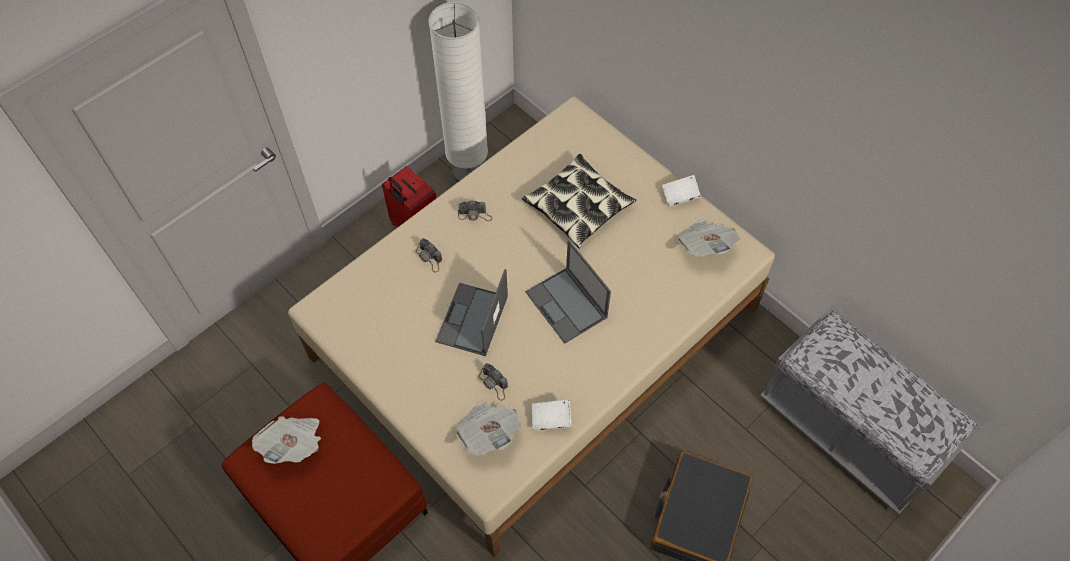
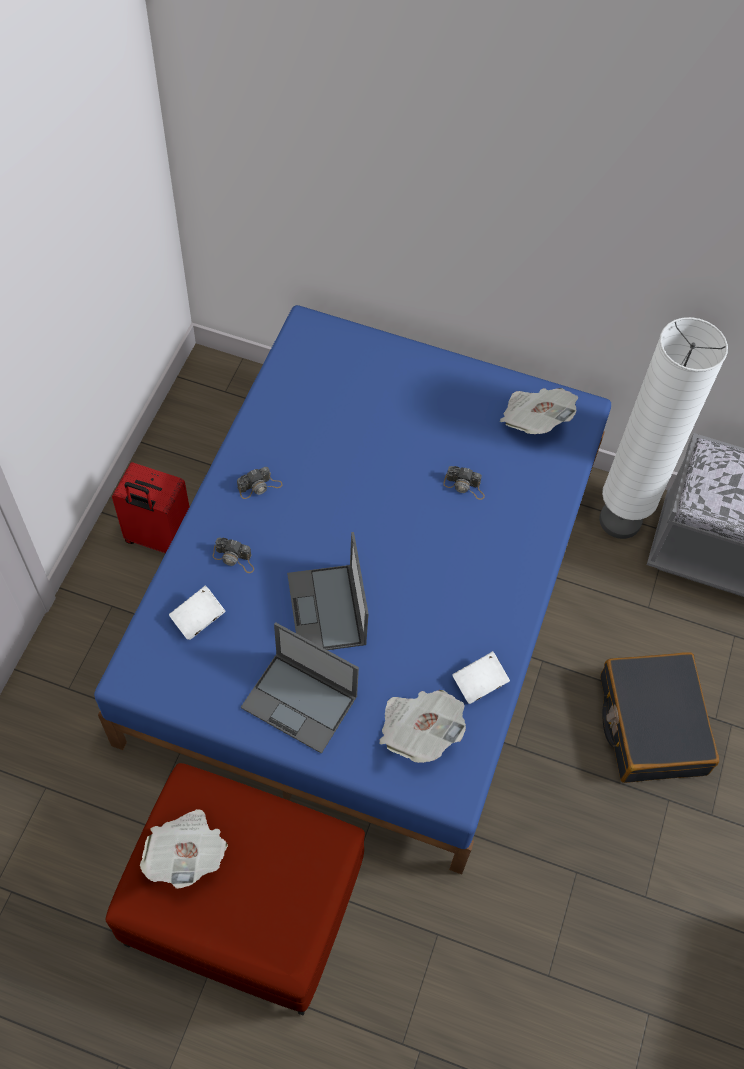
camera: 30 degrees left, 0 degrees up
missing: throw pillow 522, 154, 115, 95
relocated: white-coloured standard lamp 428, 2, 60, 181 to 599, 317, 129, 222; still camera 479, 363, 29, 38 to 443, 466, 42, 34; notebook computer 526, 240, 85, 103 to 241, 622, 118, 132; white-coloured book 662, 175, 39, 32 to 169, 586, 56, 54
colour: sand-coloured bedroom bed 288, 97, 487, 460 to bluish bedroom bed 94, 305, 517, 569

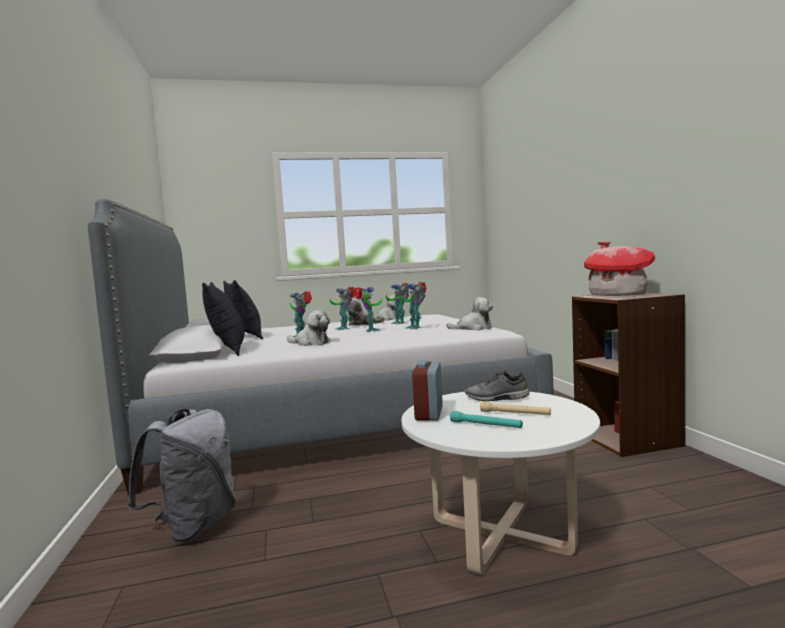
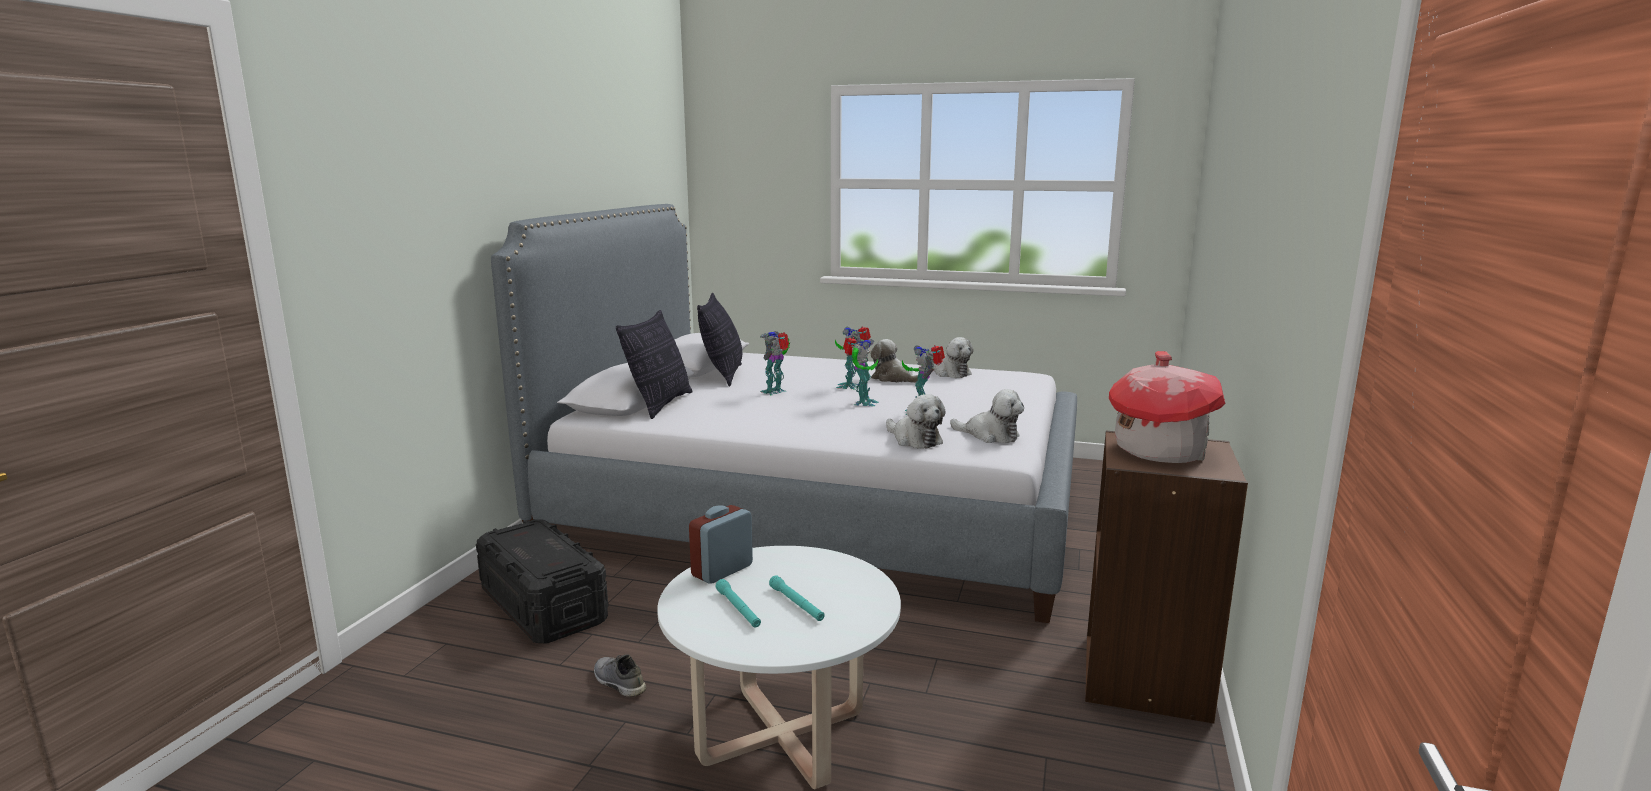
camera: 30 degrees right, 10 degrees up
missing: toy robot 386, 283, 23, 41
relocated: soft toy 287, 310, 44, 36 to 886, 394, 60, 55; gray low shoe 465, 369, 64, 32 to 594, 654, 52, 43
exchanged: gray knapsack 127, 409, 109, 134 to black-coloured storage container 476, 519, 132, 125
colour: sand-coloured hand torch 480, 401, 71, 14 to blue-green hand torch 769, 575, 56, 46

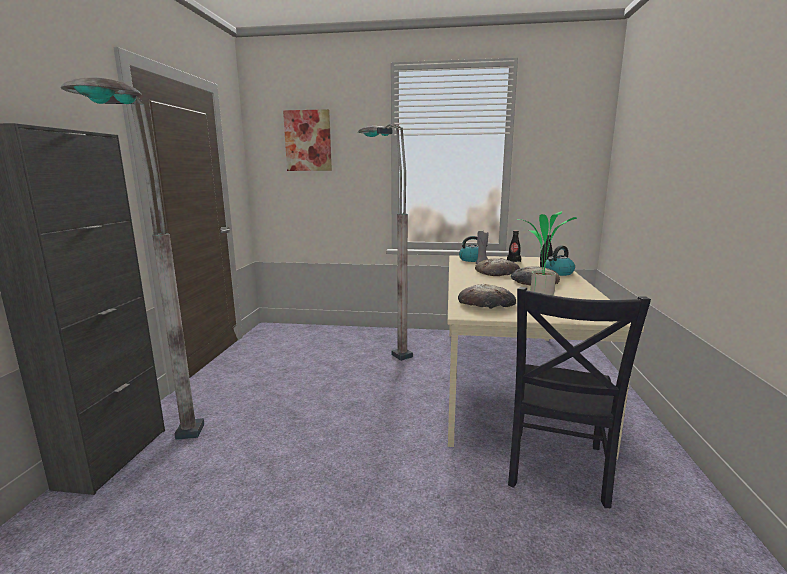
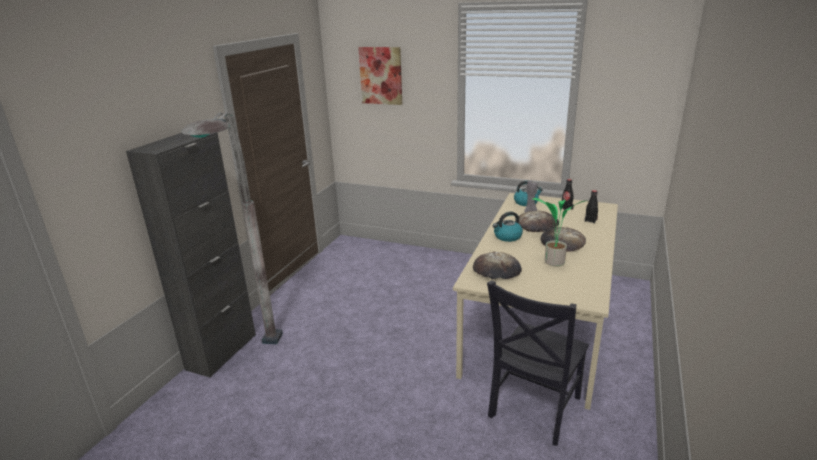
camera: 15 degrees right, 10 degrees up
missing: gray standard lamp 358, 124, 55, 237
relocated: kettle 545, 245, 30, 31 to 493, 212, 30, 30

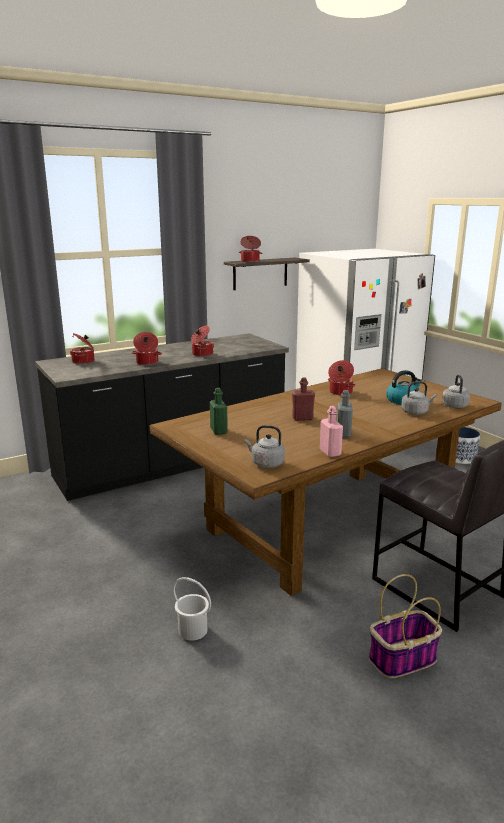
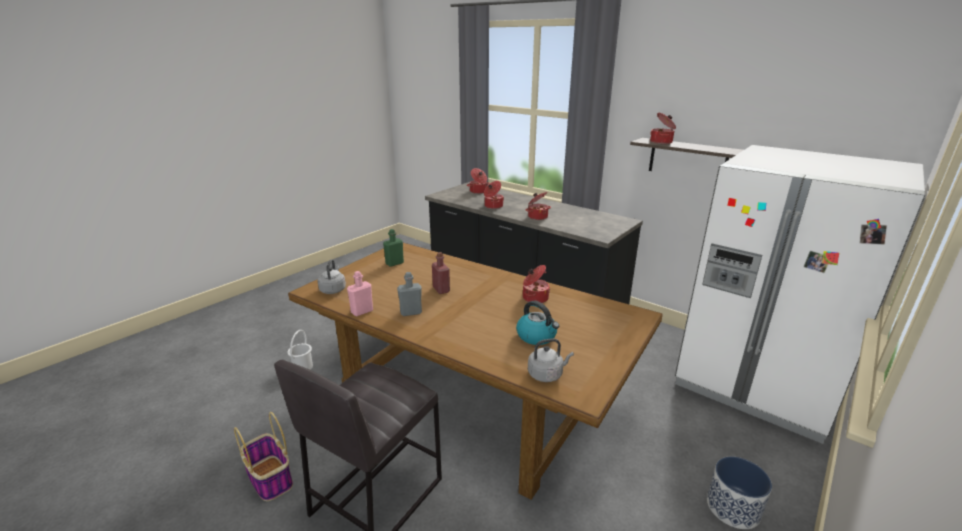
camera: 70 degrees right, 5 degrees up
missing: gray kettle 401, 381, 36, 34

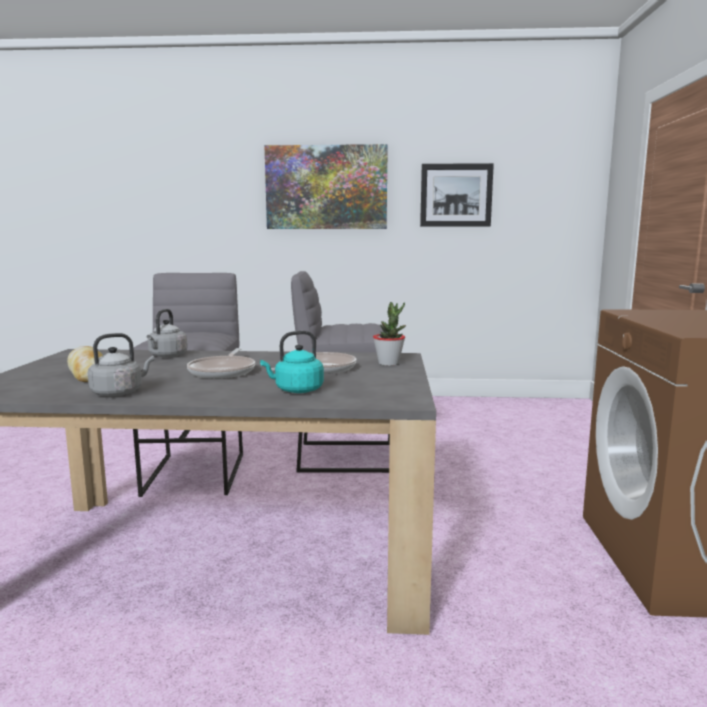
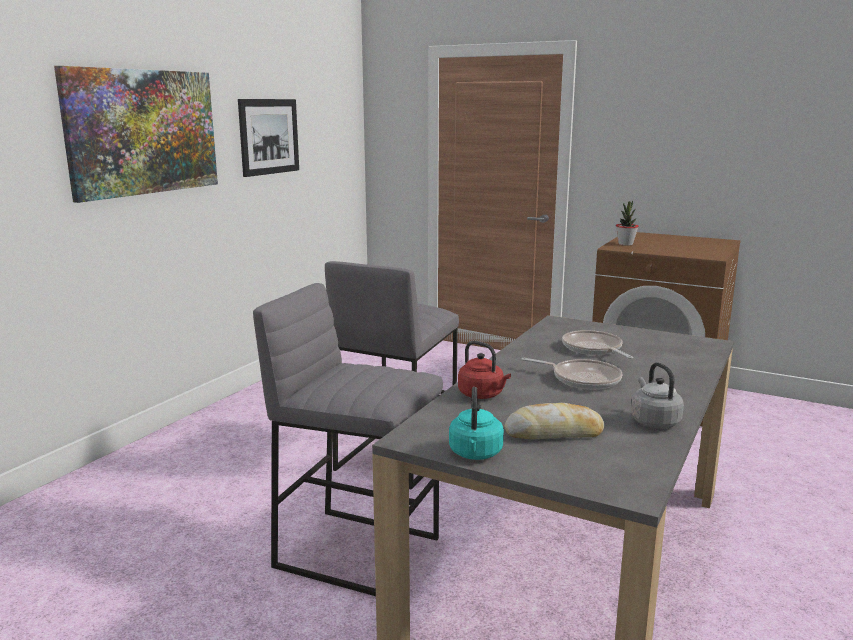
camera: 65 degrees left, 5 degrees up
relocated: blue-green kettle 260, 331, 64, 62 to 449, 387, 55, 73; houseplant 373, 302, 33, 64 to 616, 200, 23, 46
colour: gray kettle 147, 309, 40, 48 to reddish kettle 458, 341, 53, 58

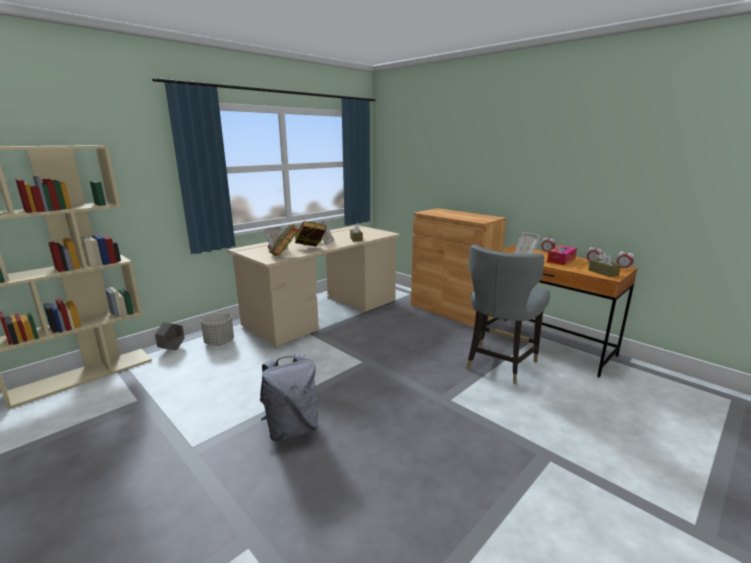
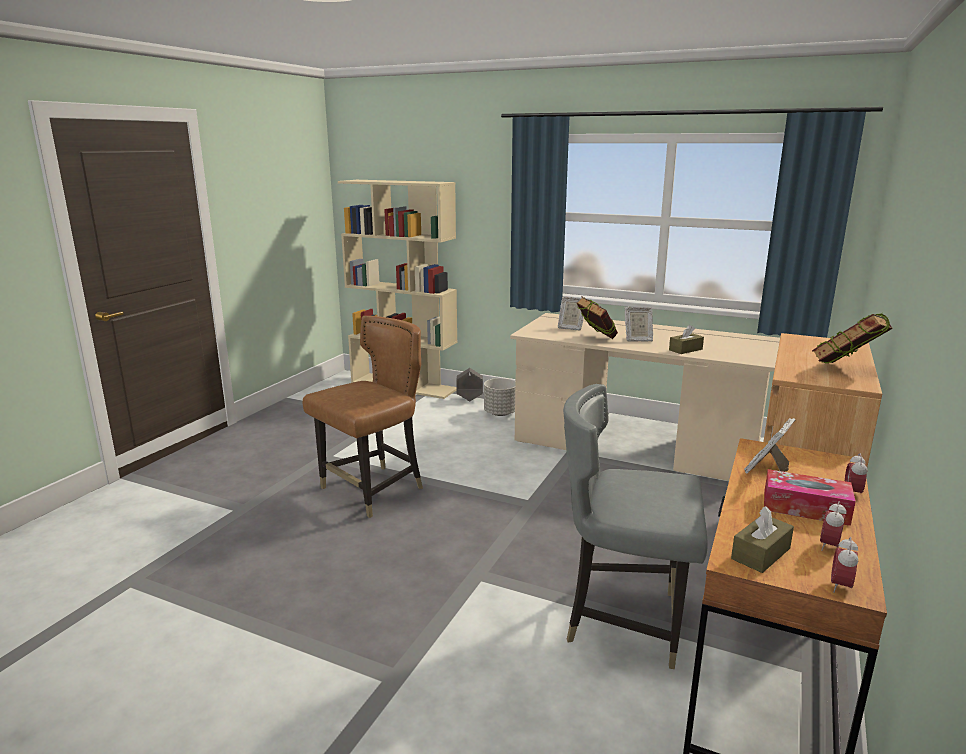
camera: 70 degrees right, 0 degrees up
relocated: book 269, 224, 30, 32 to 812, 313, 81, 50
exchanged: gray knapsack 260, 353, 58, 88 to brownish plain chair 303, 316, 120, 202

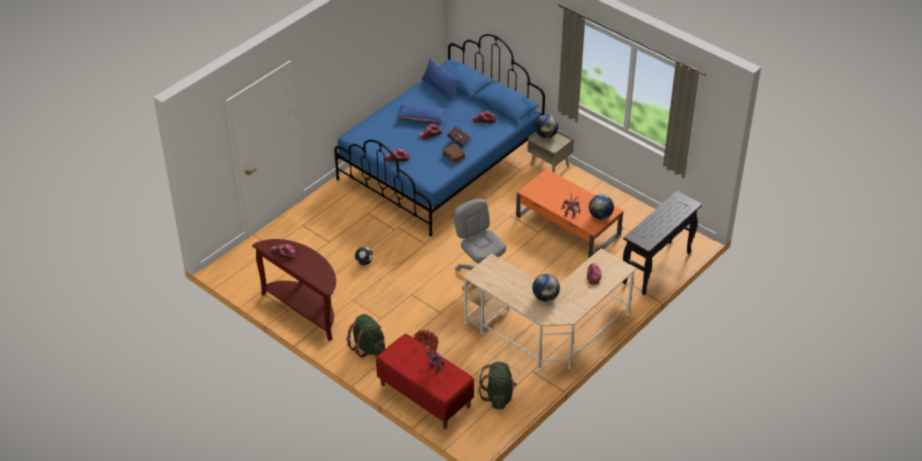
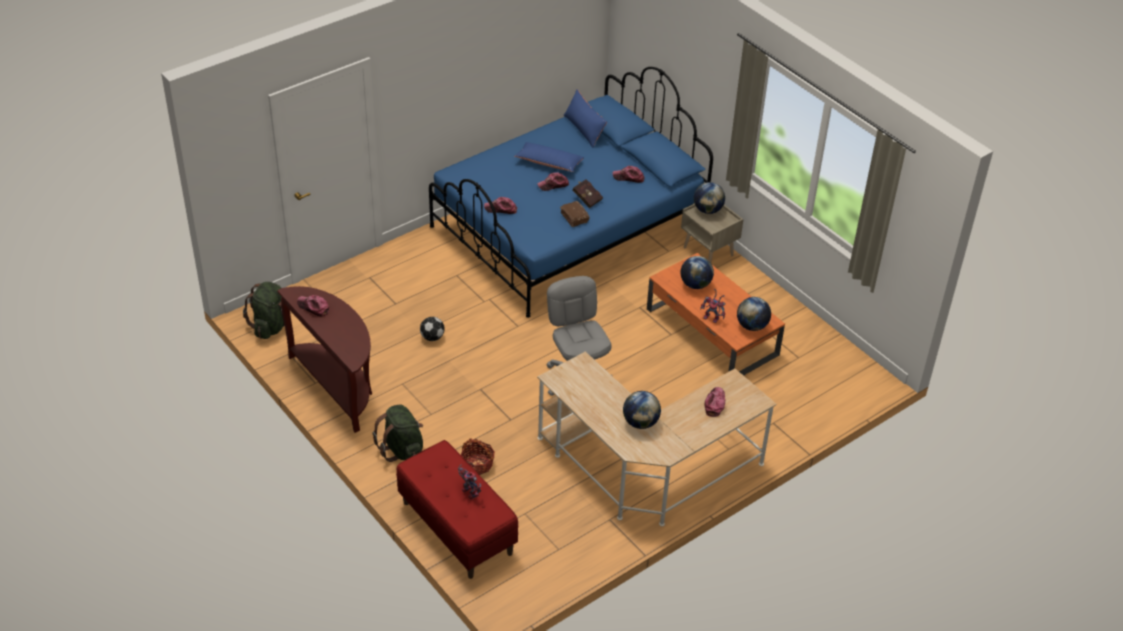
camera: 10 degrees right, 0 degrees up
missing: black-coloured hall table 622, 191, 80, 104
appeared: desk globe 681, 256, 33, 33
relocated: green knapsack 478, 362, 39, 47 to 243, 282, 41, 57

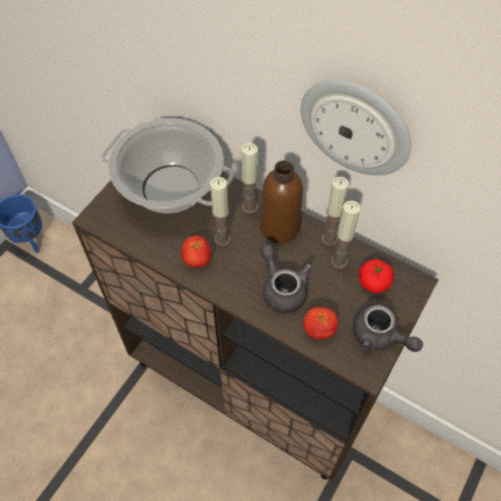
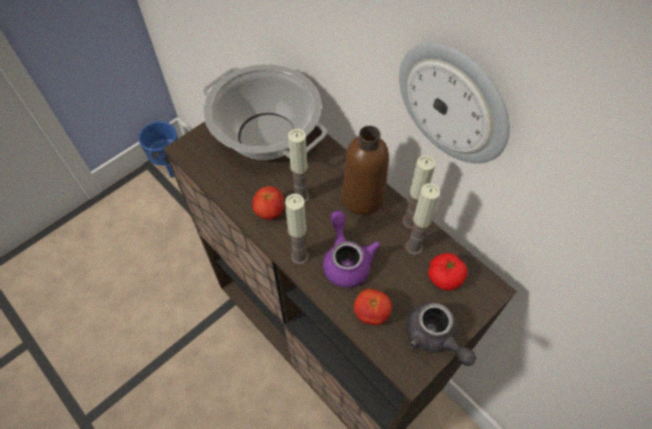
camera: 15 degrees right, 0 degrees up
relocated: wax candle 241, 143, 17, 71 to 285, 194, 24, 71
colour: gray tea pot 260, 244, 52, 69 to purplish tea pot 323, 211, 57, 77

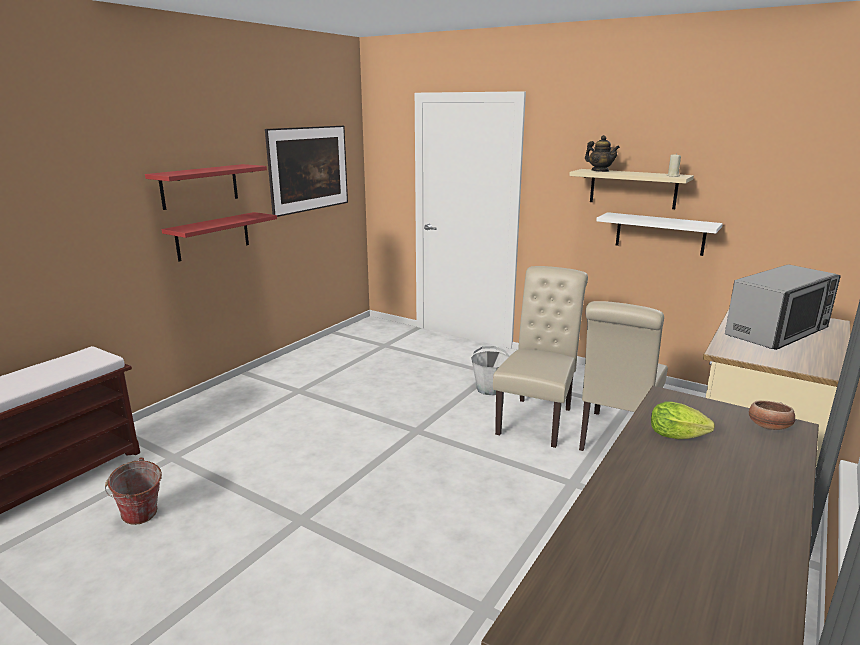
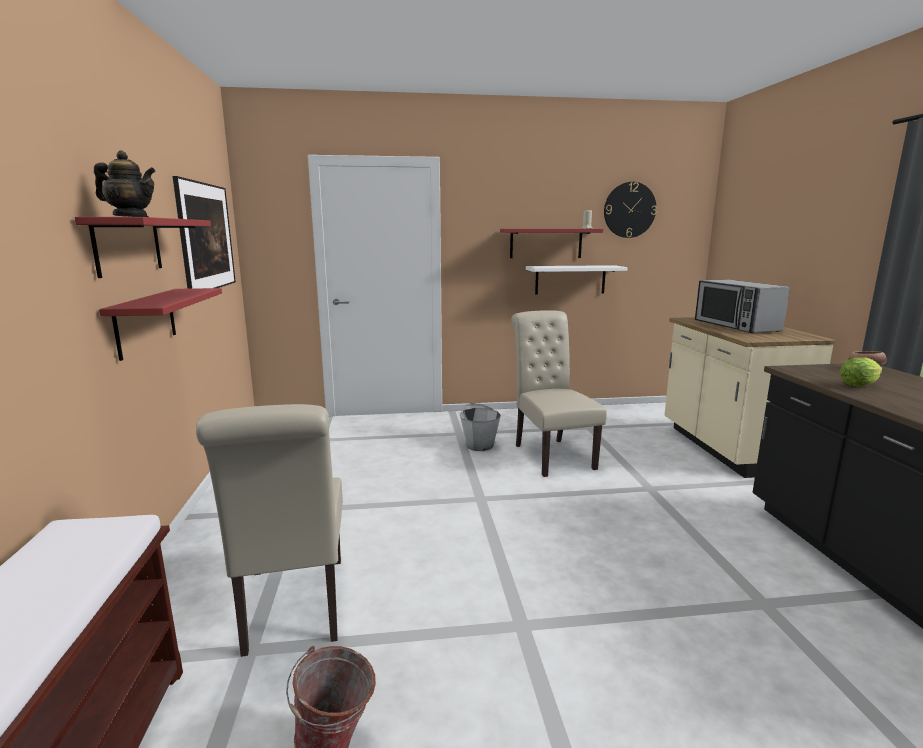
camera: 40 degrees left, 5 degrees down
appeared: hanging clock 604, 182, 53, 56
relocated: sand-coloured plain chair 579, 301, 89, 150 to 196, 404, 147, 253; tea pot 585, 135, 35, 37 to 94, 151, 62, 66
colour: sand-coloured wall shelf 569, 169, 125, 40 to reddish wall shelf 500, 229, 103, 29
spun: microwave 725, 264, 116, 86 = 695, 280, 95, 53 150 degrees clockwise

